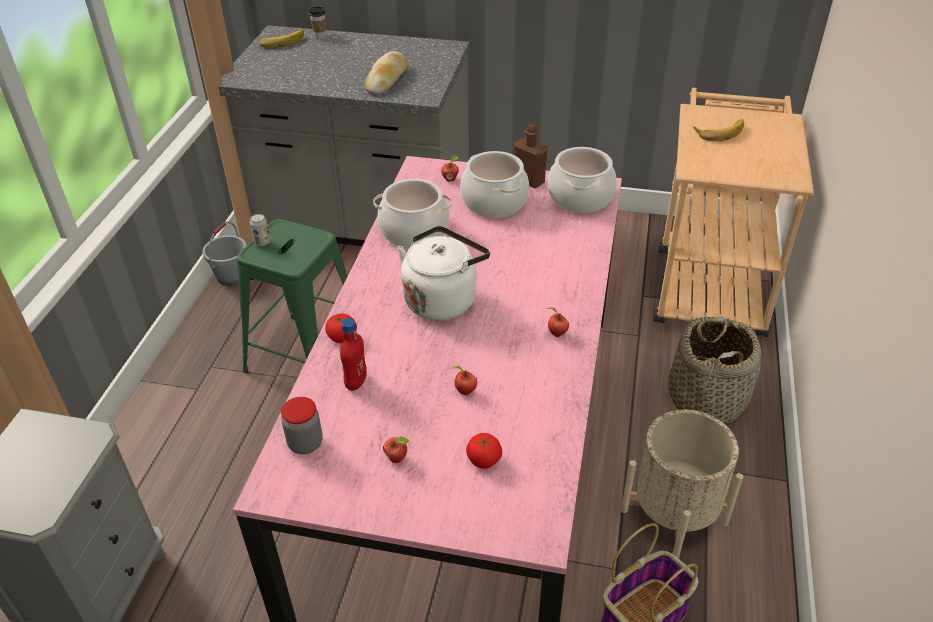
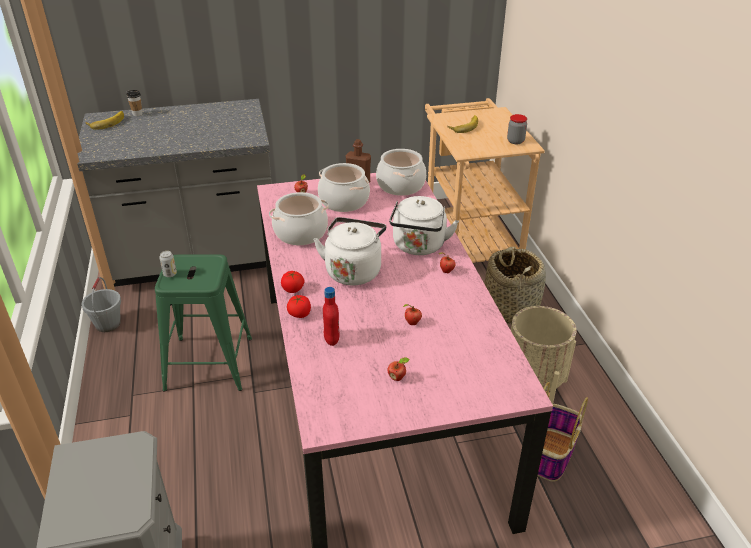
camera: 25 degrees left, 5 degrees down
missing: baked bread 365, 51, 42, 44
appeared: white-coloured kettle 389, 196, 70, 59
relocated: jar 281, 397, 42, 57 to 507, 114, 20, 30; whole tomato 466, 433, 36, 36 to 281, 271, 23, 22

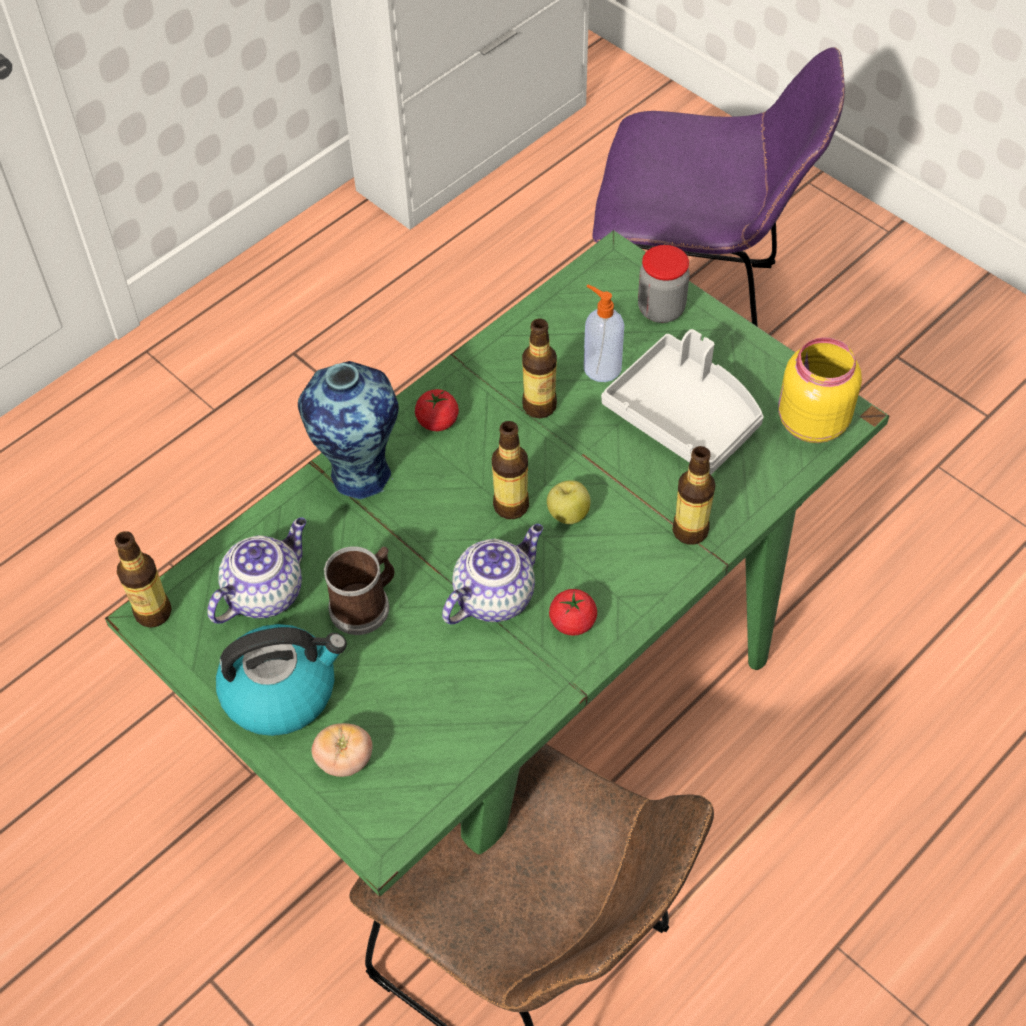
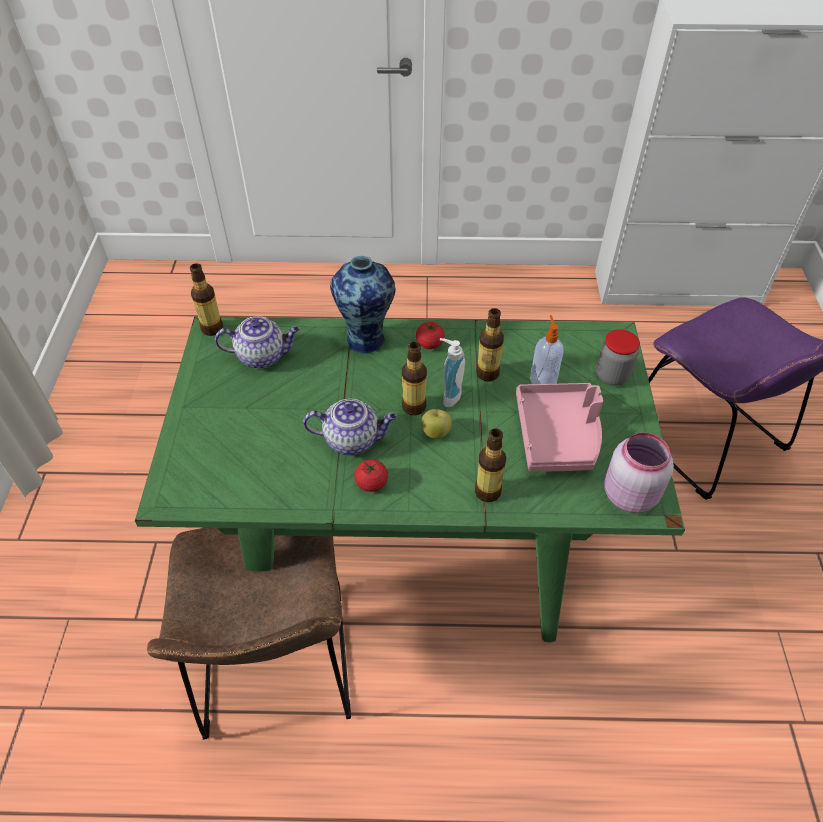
camera: 45 degrees right, 5 degrees down
missing: kettle 216, 624, 131, 112; whole tomato 312, 723, 61, 54; mug 324, 546, 71, 89
appeared: soap dispenser 440, 338, 25, 69
colour: gray serving tray 601, 329, 163, 146 to pink serving tray 516, 383, 87, 89; yellow-coloured jar 778, 337, 84, 106 to pink jar 604, 432, 70, 81

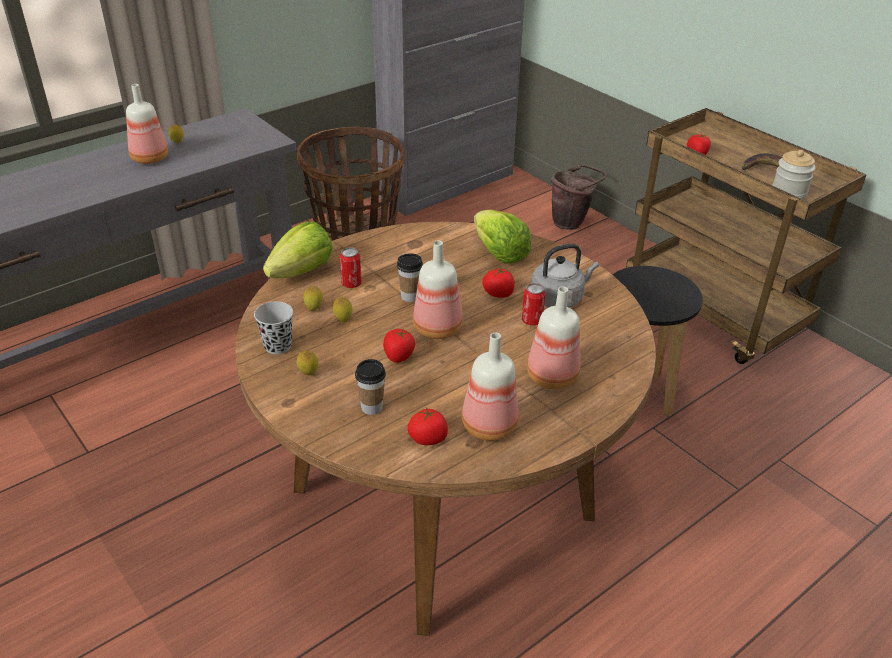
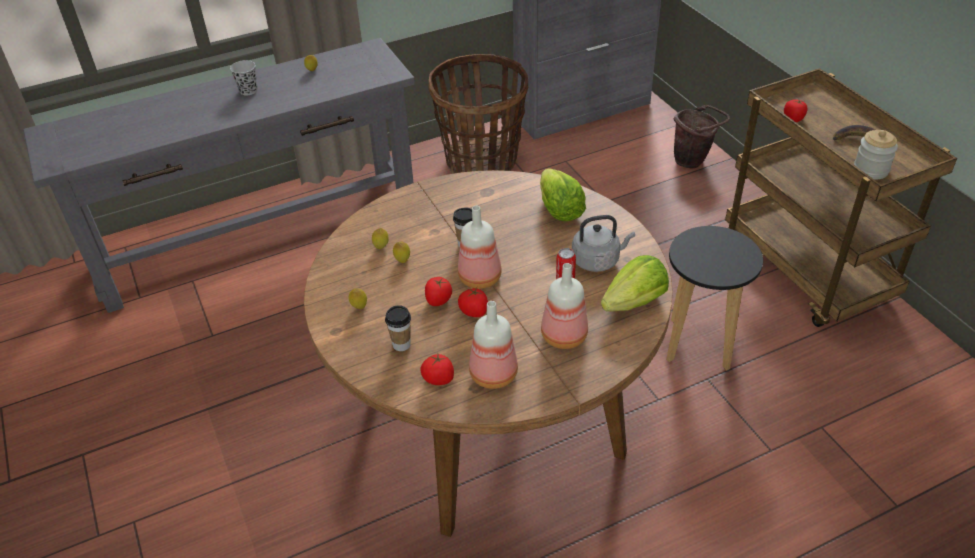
camera: 15 degrees right, 5 degrees up
missing: bottle 126, 84, 42, 80; can 340, 247, 21, 41
relocated: black-coloured cup 254, 301, 39, 53 to 230, 60, 27, 35; head of lettuce 263, 222, 69, 56 to 601, 255, 68, 57; whole tomato 482, 266, 33, 32 to 458, 287, 30, 30

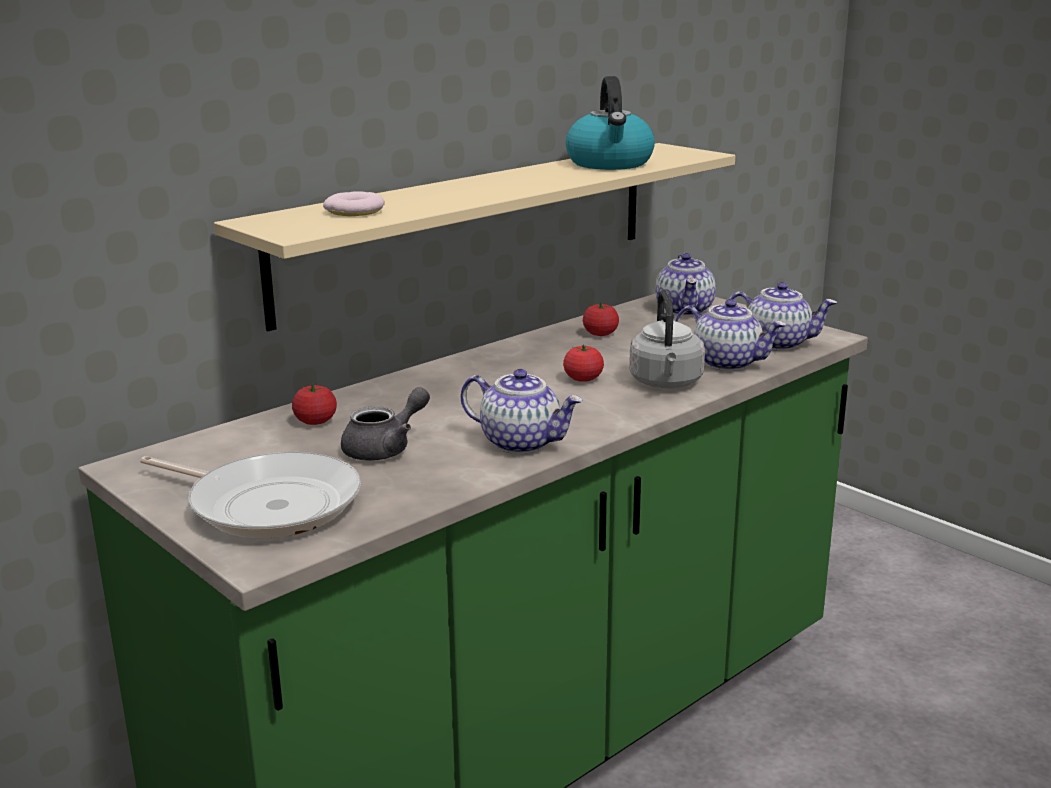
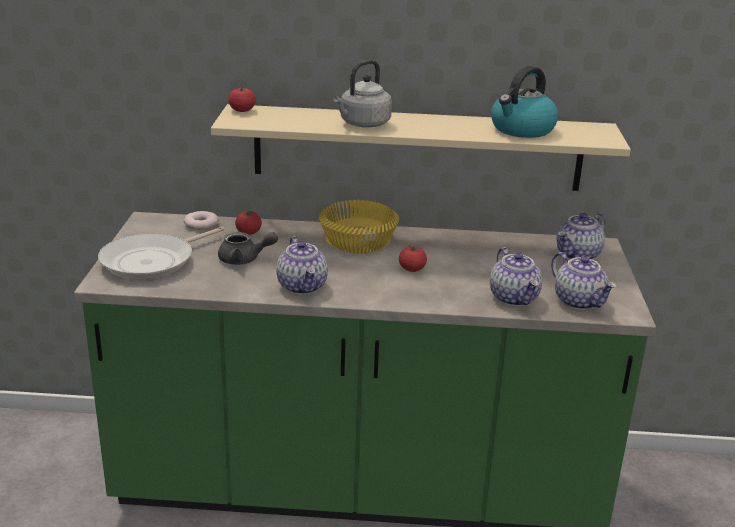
camera: 45 degrees right, 5 degrees up
appeared: yellow-coloured bowl 319, 200, 80, 53
relocated: doughnut 323, 191, 62, 25 to 184, 211, 35, 19; whole tomato 583, 302, 36, 34 to 228, 87, 28, 25; gray kettle 629, 290, 76, 98 to 333, 60, 59, 68
spun: skillet 140, 452, 221, 86 = 98, 227, 126, 52 60 degrees clockwise

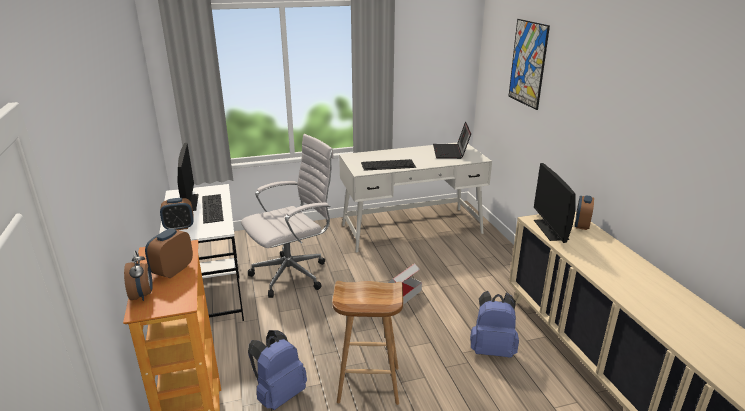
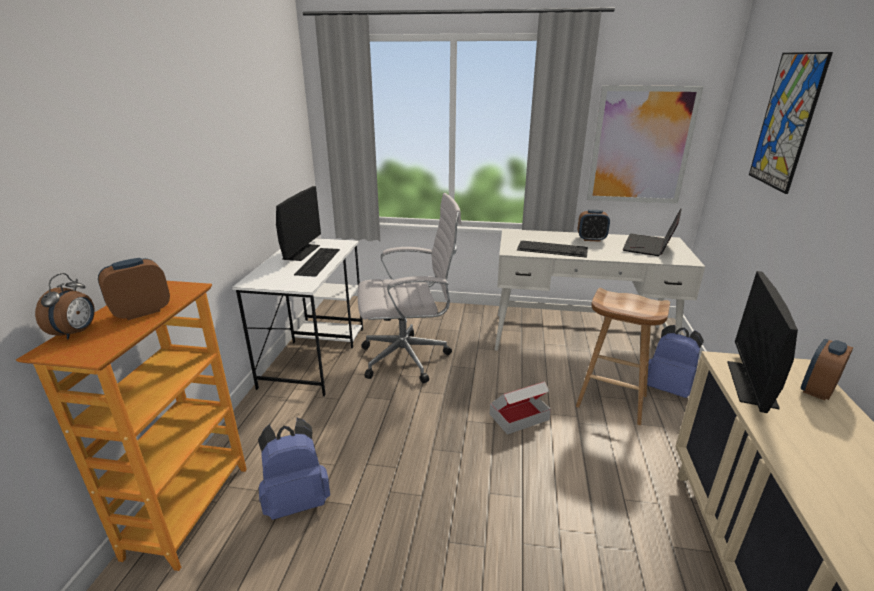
camera: 25 degrees right, 0 degrees up
appeared: wall picture 587, 85, 117, 119
relocated: alarm clock 160, 198, 33, 32 to 578, 210, 32, 32; brownish stool 332, 281, 71, 124 to 576, 288, 94, 137; bluish knapsack 470, 291, 49, 67 to 647, 325, 57, 73

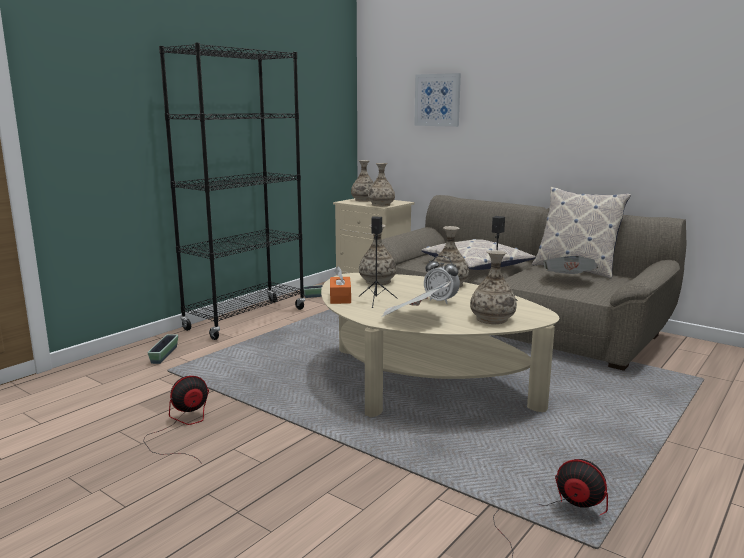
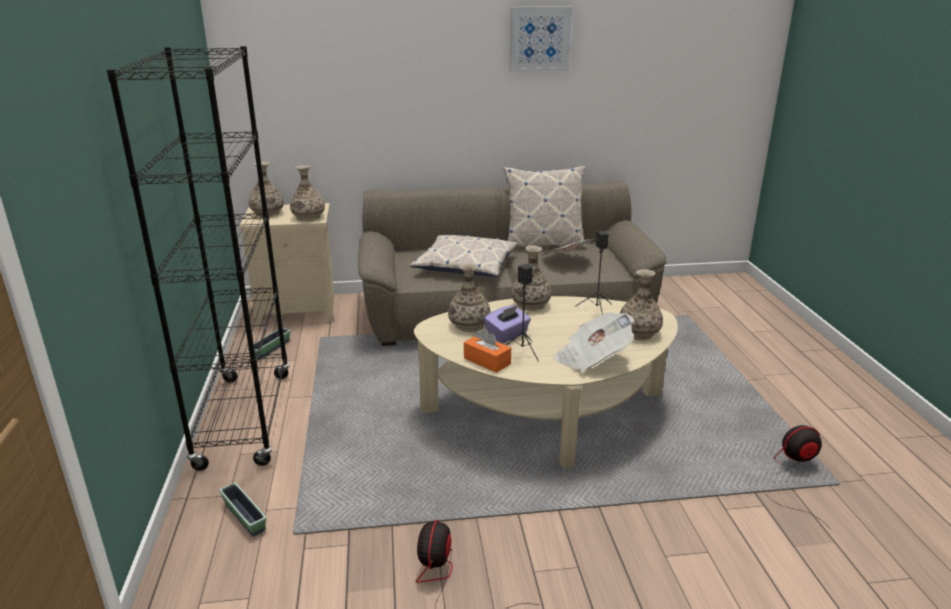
camera: 45 degrees left, 10 degrees up
missing: alarm clock 424, 256, 36, 48
appeared: purplish tissue holder 484, 305, 47, 38
relocated: wall picture 414, 73, 47, 54 to 509, 7, 63, 65

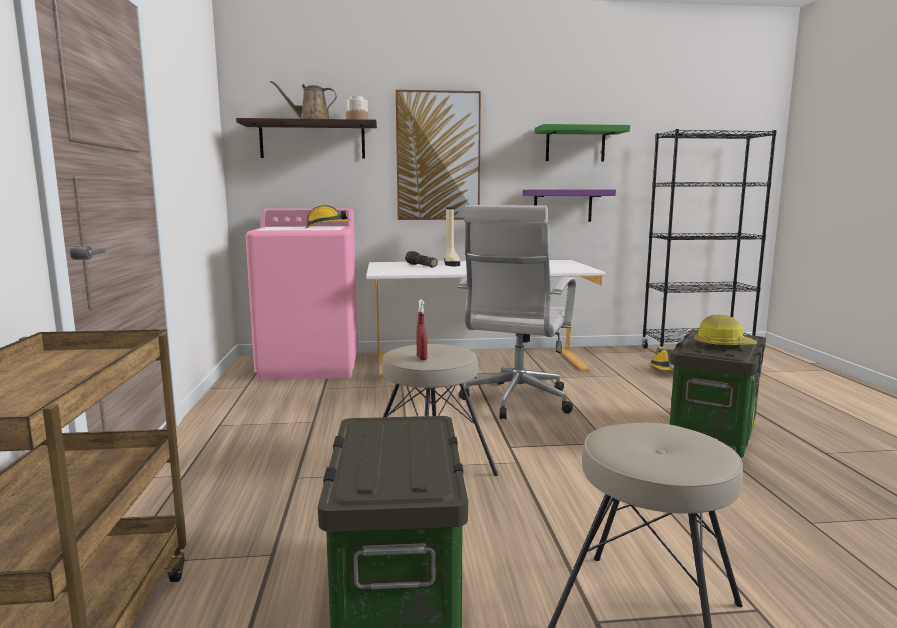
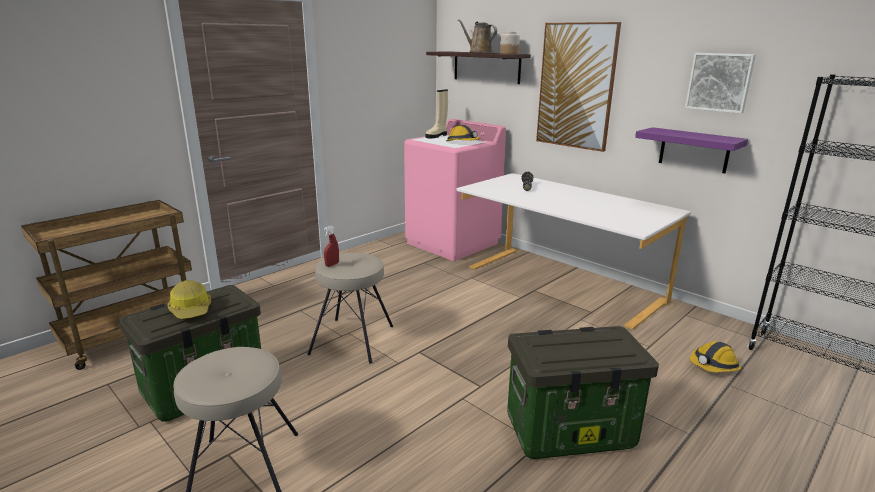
camera: 50 degrees right, 10 degrees up
missing: white-coloured computer chair 458, 205, 118, 214
relocated: sand-coloured tall boot 444, 207, 16, 59 to 425, 89, 23, 49; hard hat 694, 315, 63, 31 to 167, 280, 44, 39
exchanged: green wall shelf 535, 124, 95, 37 to wall picture 685, 53, 71, 60

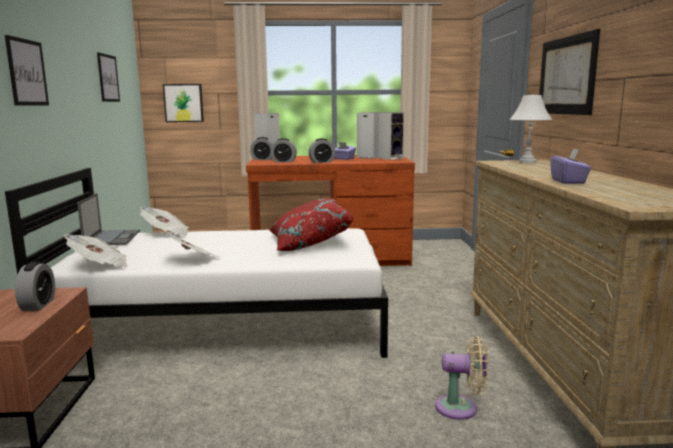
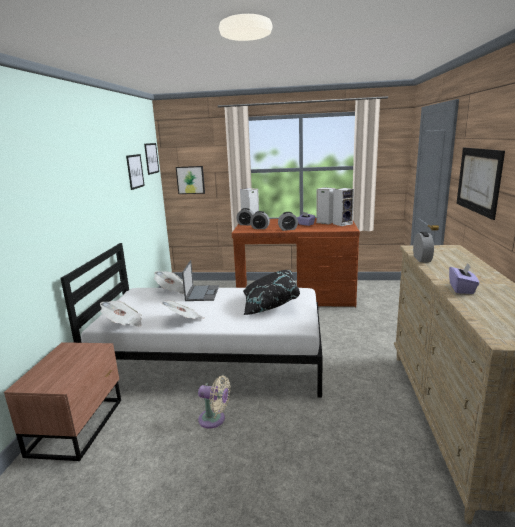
camera: 10 degrees right, 5 degrees up
missing: white-coloured table lamp 510, 94, 42, 69
relocated: wall picture 5, 35, 44, 70 to 144, 143, 15, 32; alarm clock 15, 262, 40, 49 to 413, 232, 21, 30; notebook computer 77, 193, 63, 52 to 182, 260, 37, 41; sand-coloured cooling fan 435, 336, 53, 84 to 198, 376, 32, 53
colour: reddish throw pillow 270, 198, 84, 53 to black-coloured throw pillow 243, 270, 57, 45

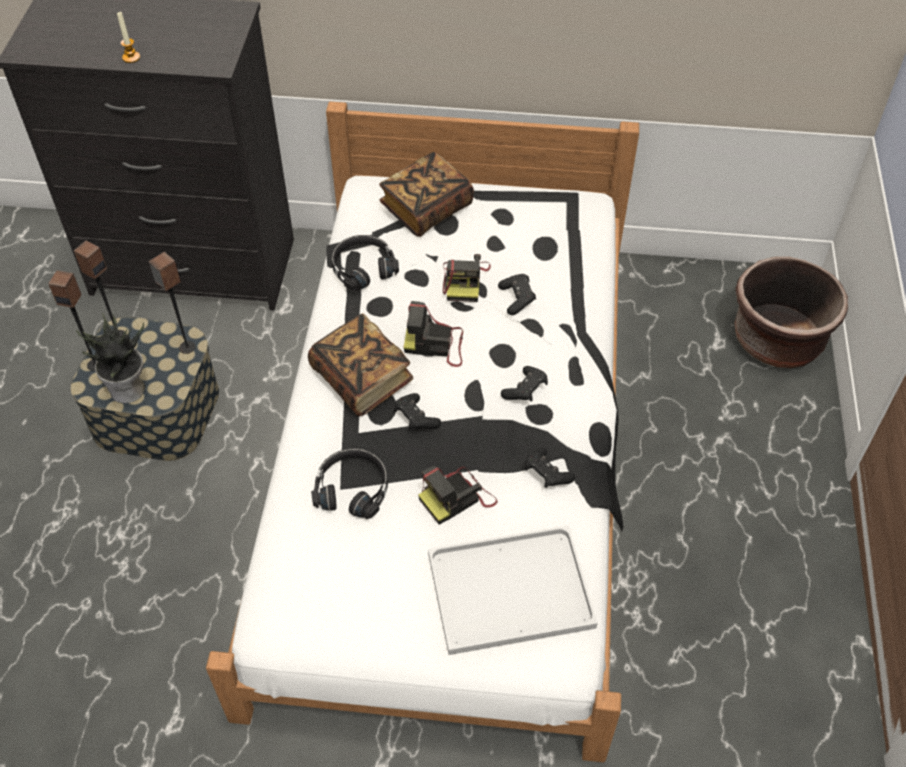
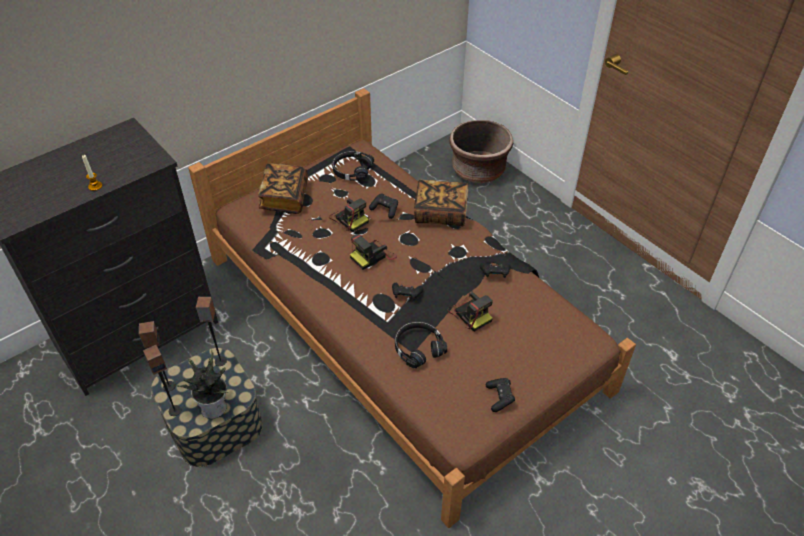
camera: 45 degrees left, 5 degrees down
missing: white-coloured serving tray 428, 525, 170, 130
relocated: book 308, 314, 105, 102 to 414, 179, 54, 47; black-coloured headphones 332, 235, 67, 56 to 332, 151, 42, 30; black-coloured game controller 501, 366, 47, 36 to 486, 378, 29, 34
colour: white-coloured bedroom bed 206, 102, 433, 660 to brownish bedroom bed 188, 88, 448, 440
spun: still camera 418, 466, 79, 59 = 447, 291, 46, 41 45 degrees counterclockwise

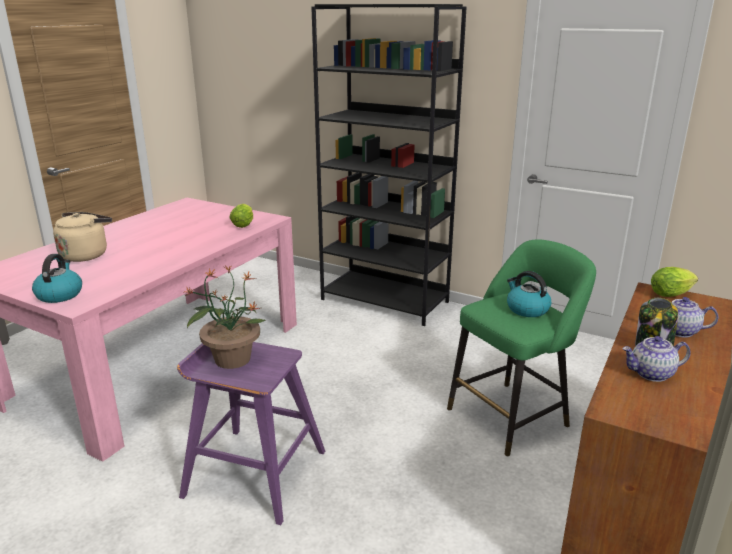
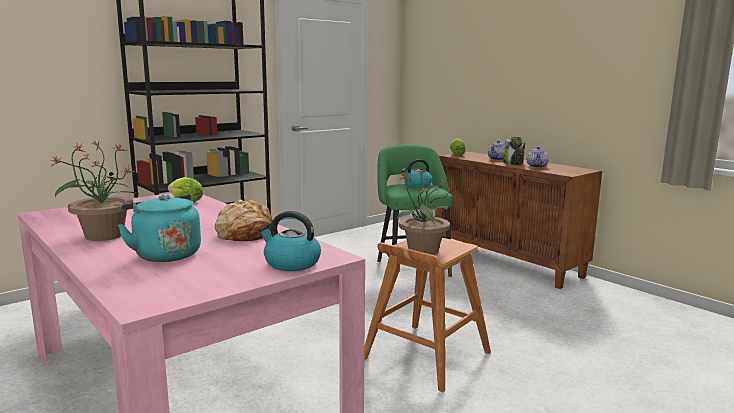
camera: 70 degrees left, 10 degrees down
appeared: houseplant 50, 140, 89, 101; baked bread 215, 199, 58, 42
colour: sand-coloured kettle 53, 212, 59, 50 to blue-green kettle 118, 194, 83, 68; purplish stool 177, 342, 148, 183 to brownish stool 364, 238, 127, 154

